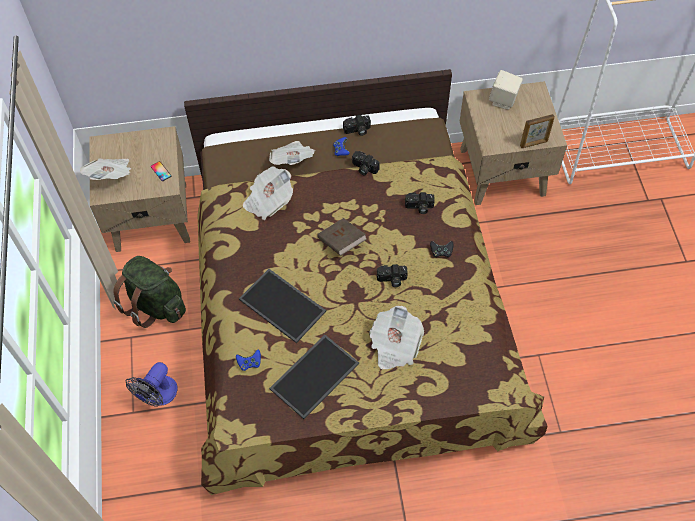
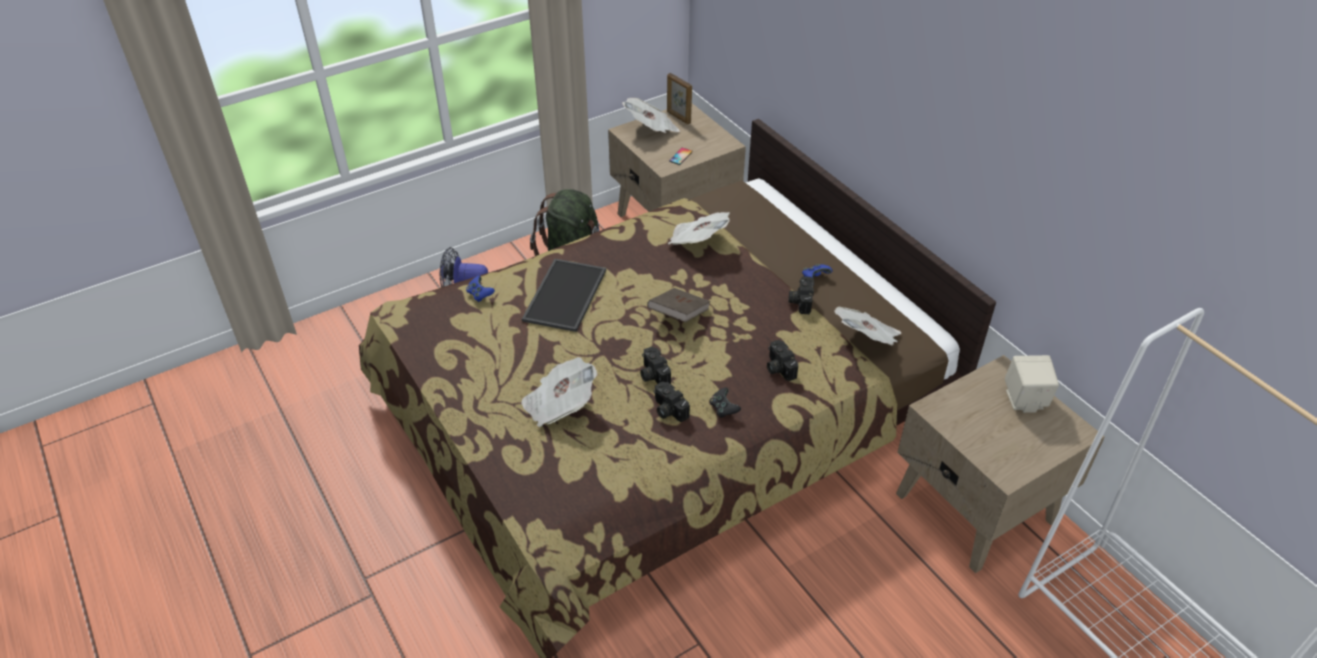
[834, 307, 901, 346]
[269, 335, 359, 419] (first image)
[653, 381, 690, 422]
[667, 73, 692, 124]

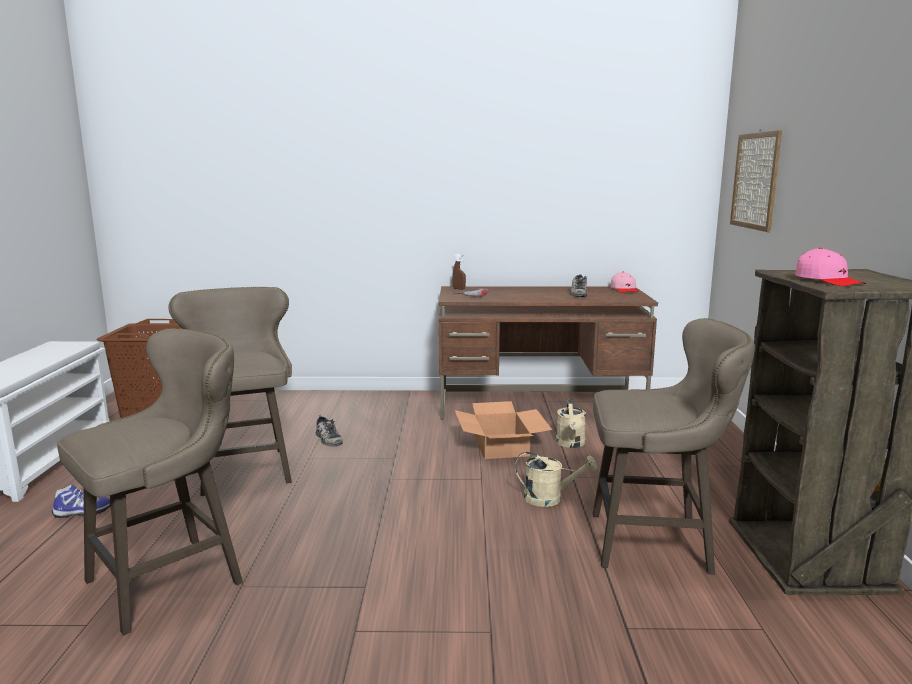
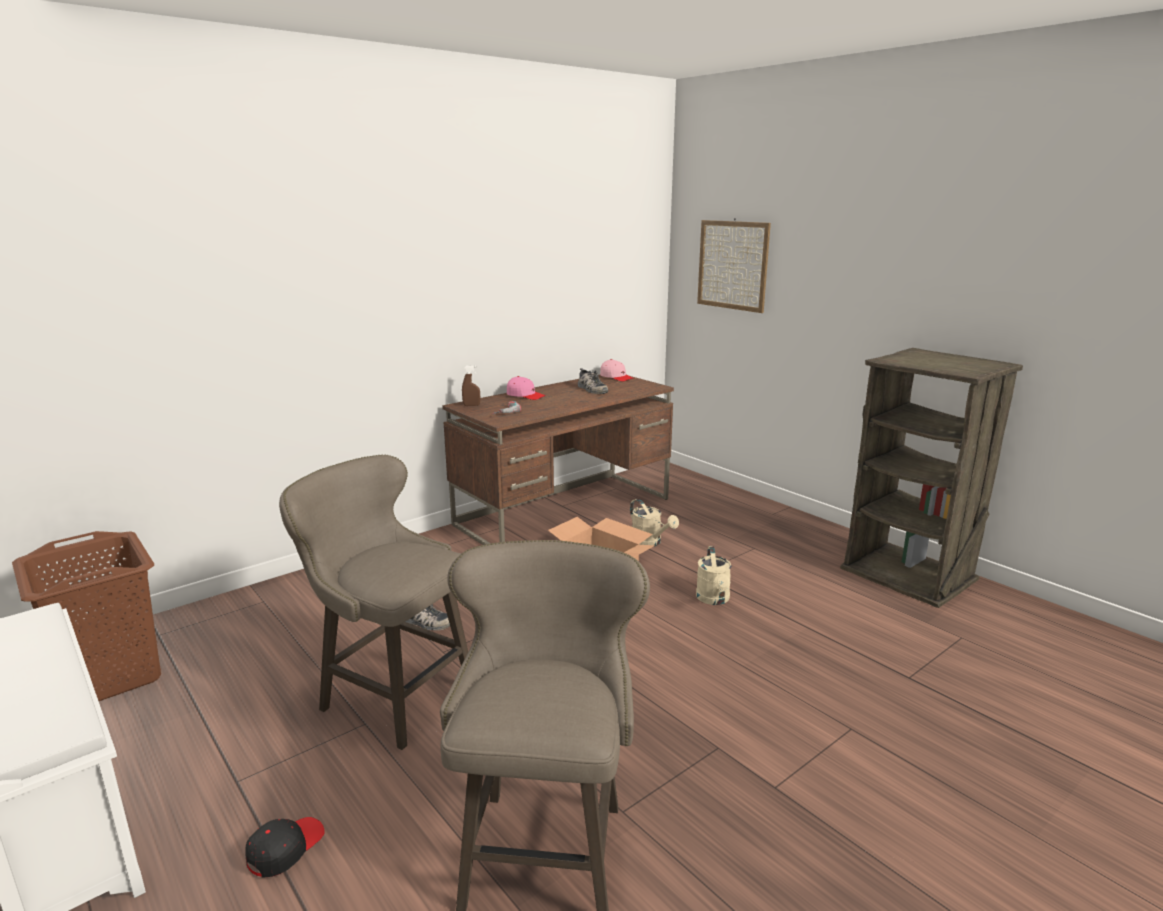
[245, 817, 325, 877]
[696, 546, 731, 605]
[593, 318, 755, 575] (first image)
[507, 376, 546, 400]

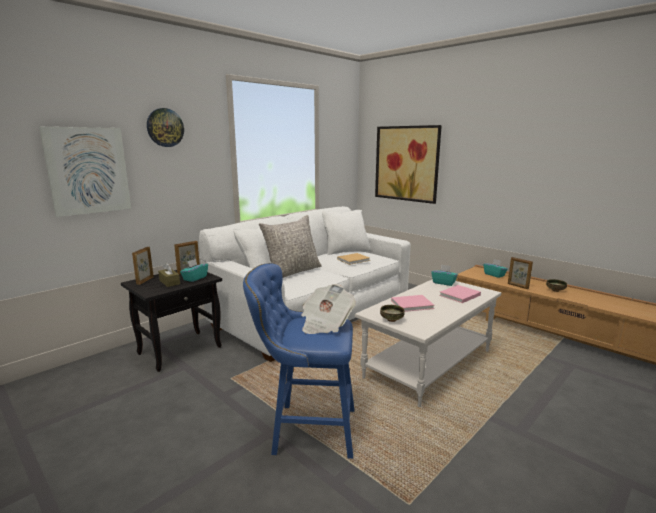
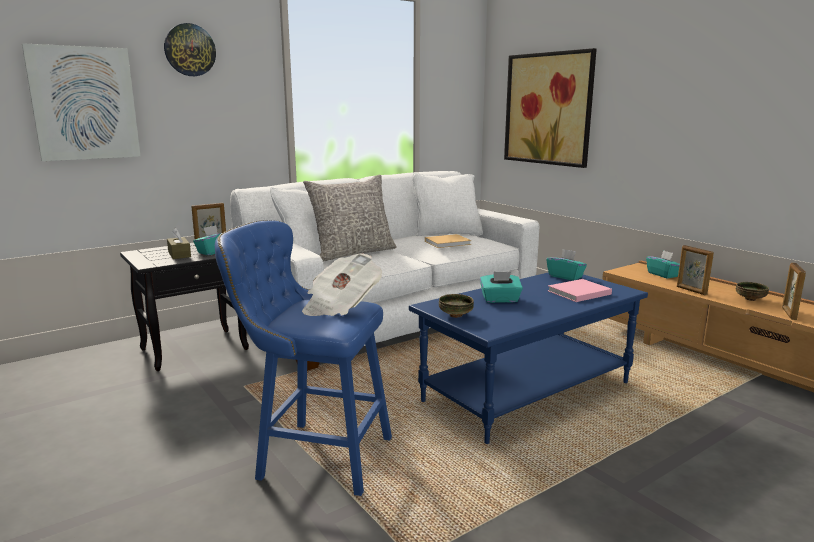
[782, 263, 806, 320]
[409, 272, 648, 444]
[480, 272, 523, 303]

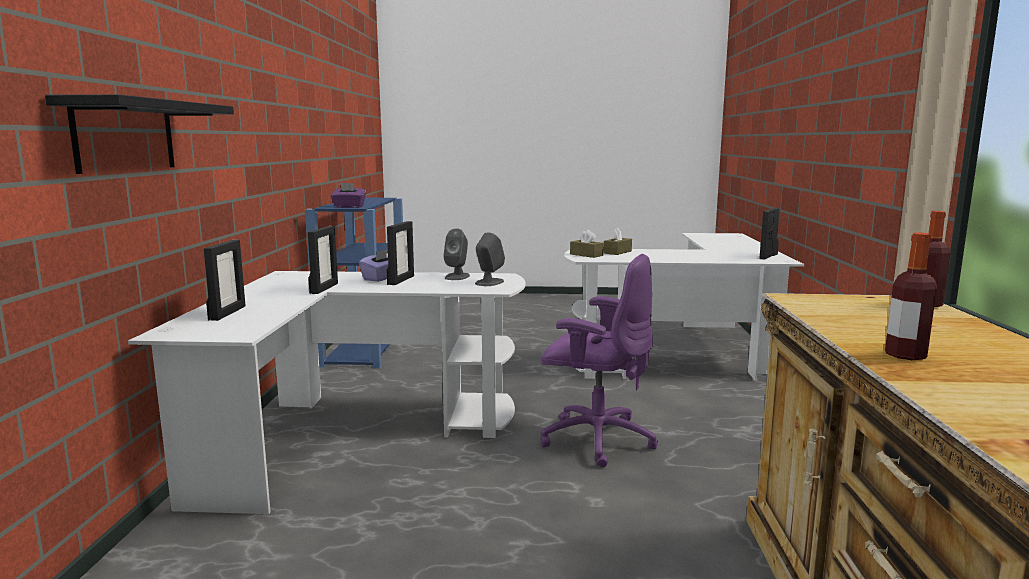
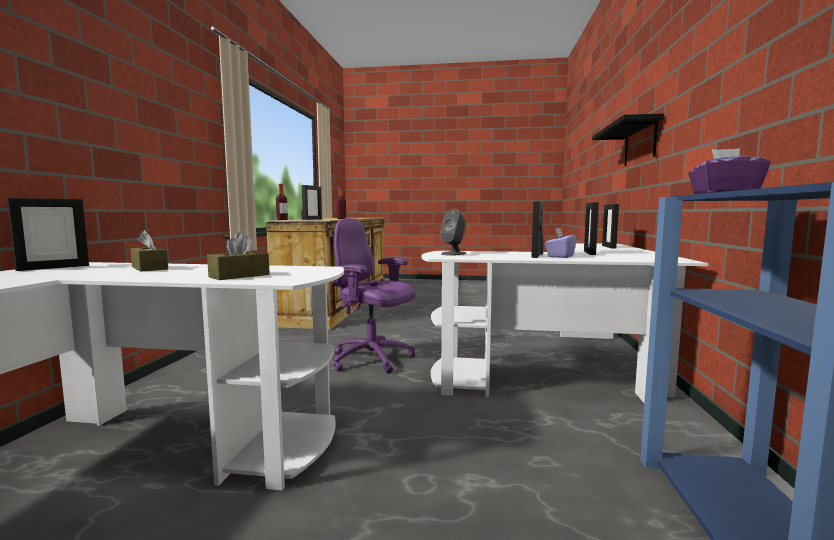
[443, 228, 470, 280] (first image)
[130, 230, 168, 272]
[301, 185, 322, 220]

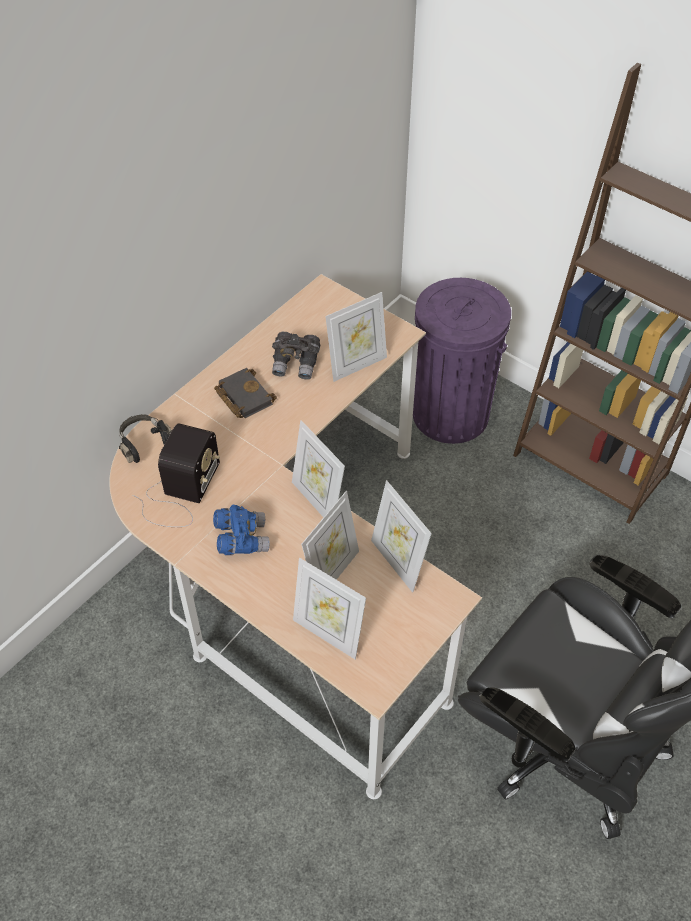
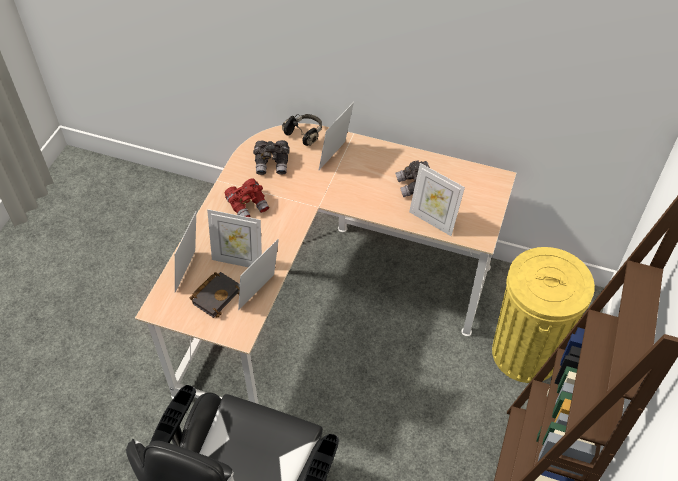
[253, 140, 289, 175]
[224, 179, 269, 217]
[190, 272, 240, 318]
[319, 102, 354, 170]
[492, 247, 595, 383]

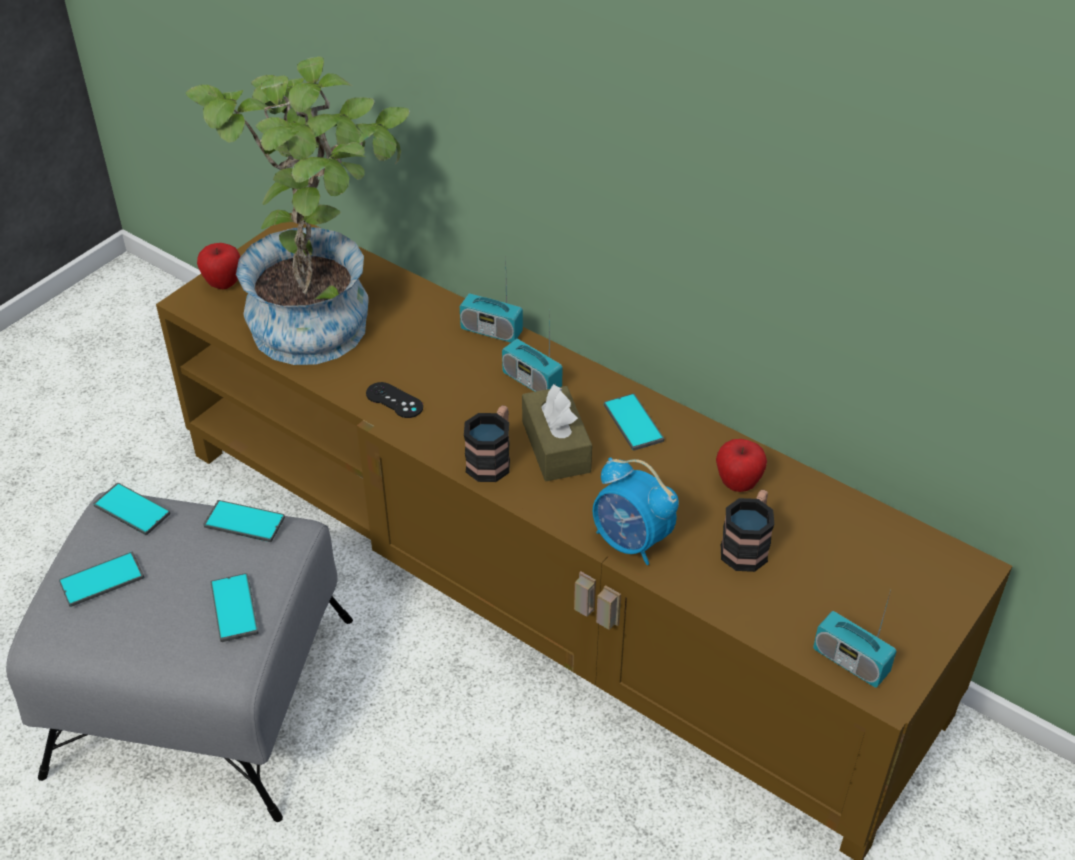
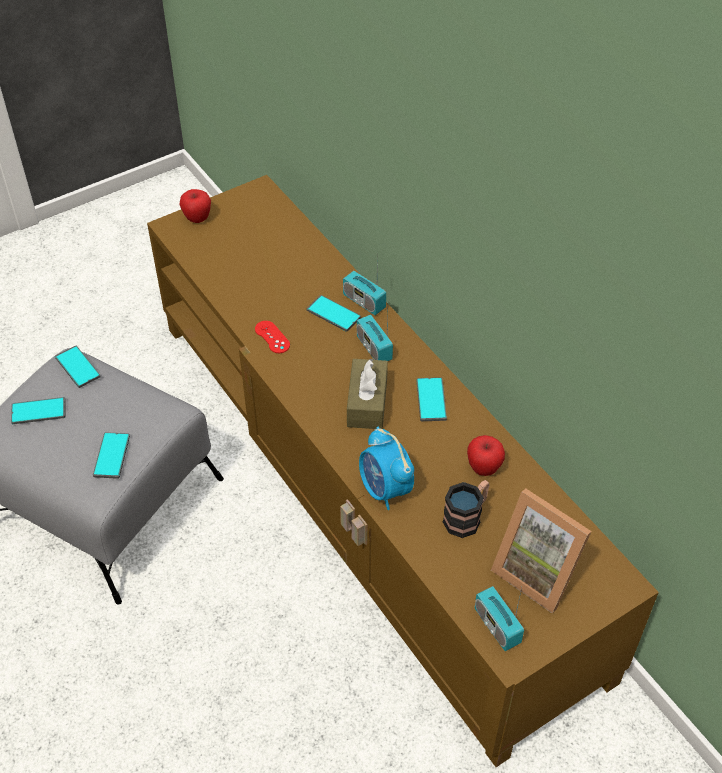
[186, 56, 410, 365] (first image)
[307, 295, 361, 332]
[255, 321, 290, 353]
[464, 405, 510, 482] (first image)
[491, 489, 592, 613]

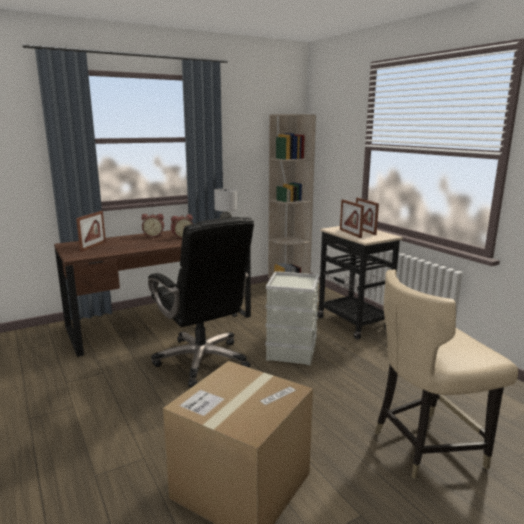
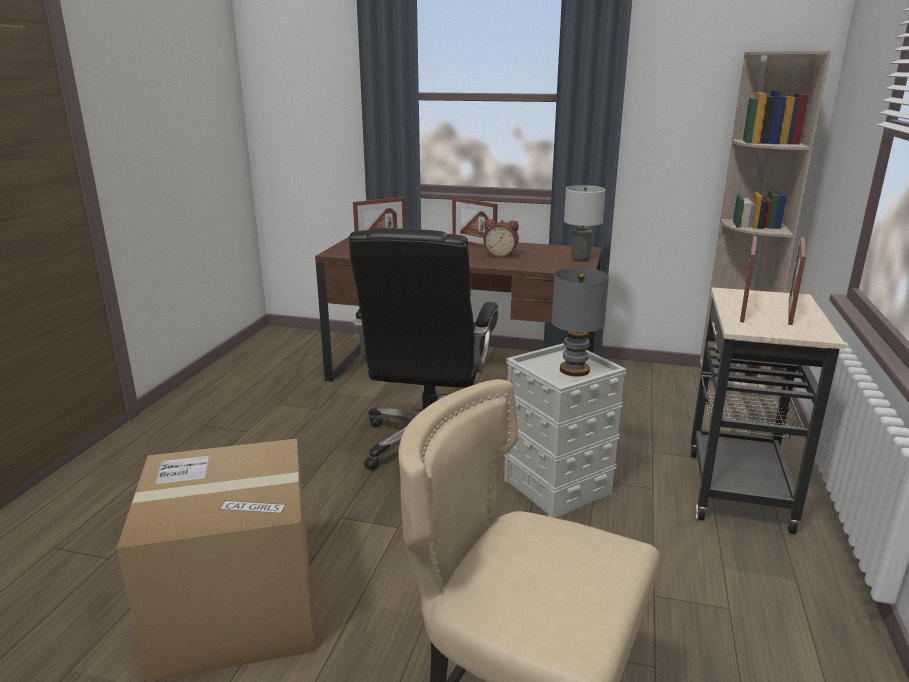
[452, 197, 498, 248]
[552, 268, 609, 377]

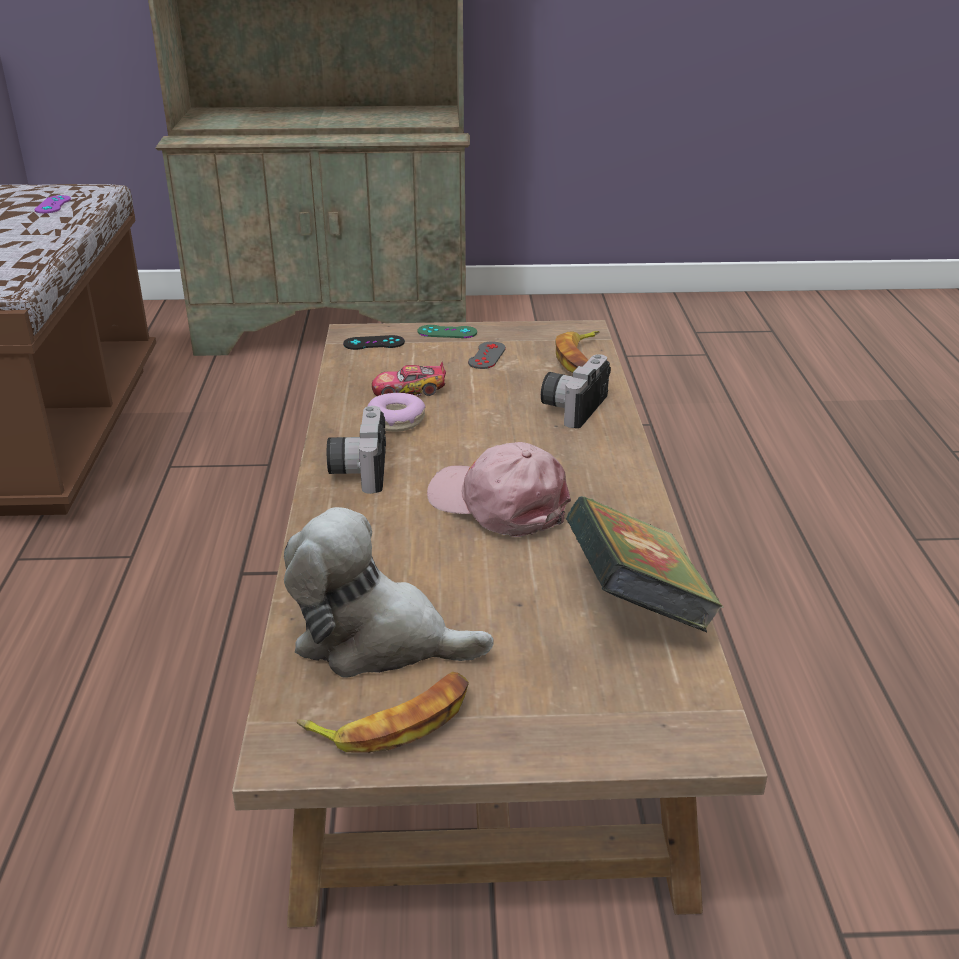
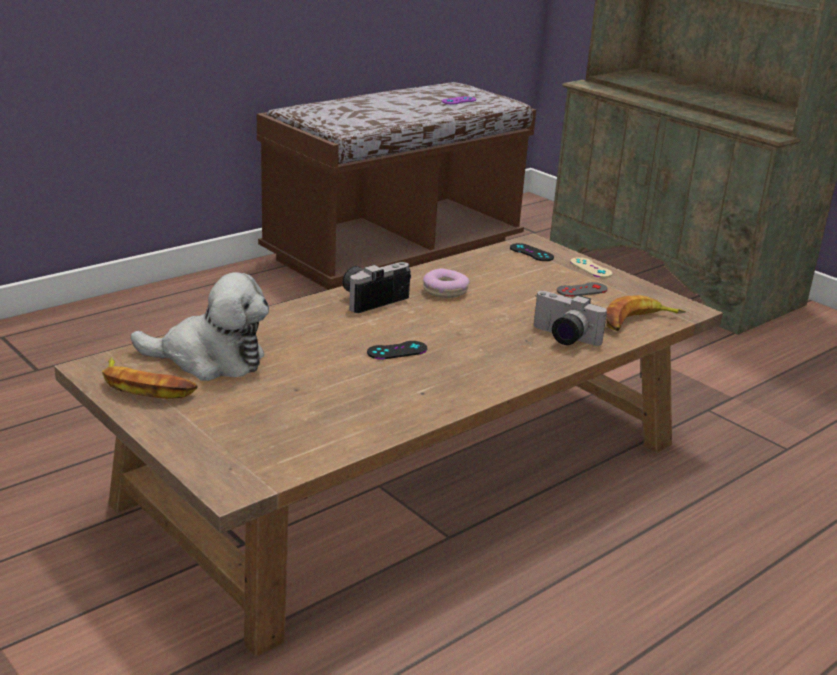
[131, 272, 269, 381]
[372, 362, 446, 397] (first image)
[570, 257, 612, 278]
[367, 341, 427, 360]
[534, 291, 607, 346]
[566, 496, 724, 632] (first image)

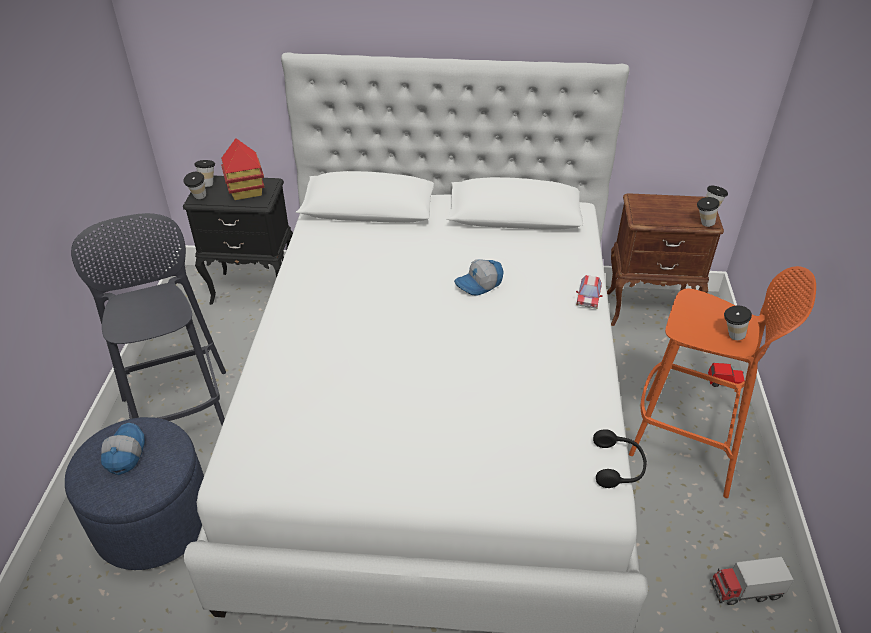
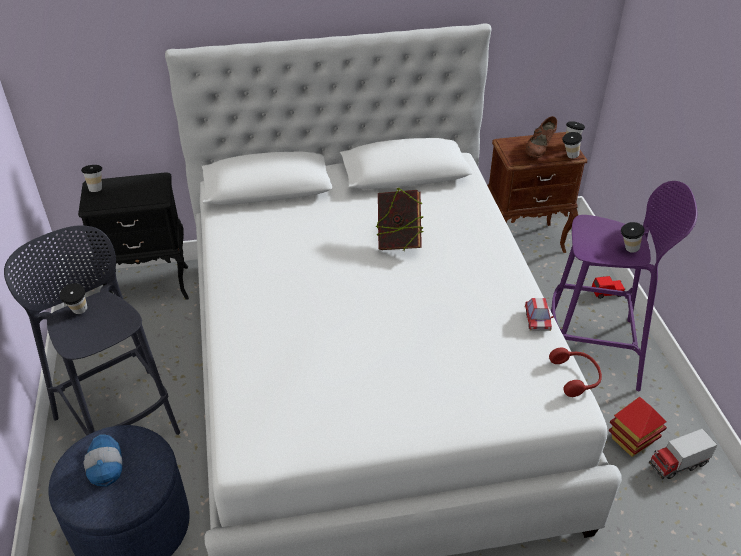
[60, 283, 87, 314]
[609, 397, 667, 457]
[376, 188, 424, 251]
[525, 298, 554, 331]
[549, 347, 602, 397]
[551, 181, 697, 391]
[526, 116, 557, 158]

